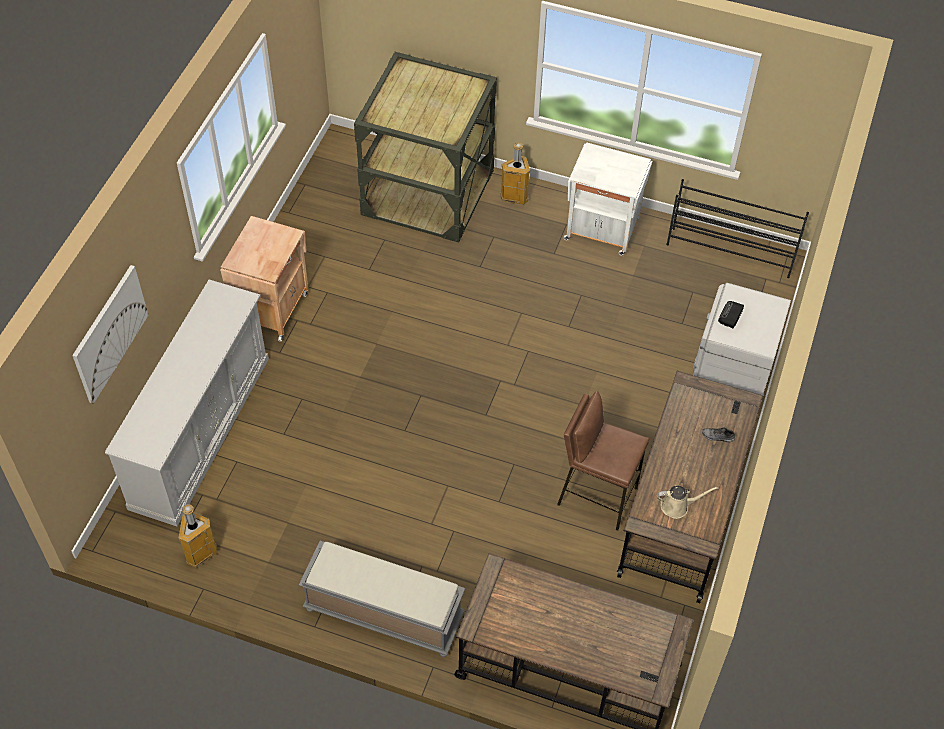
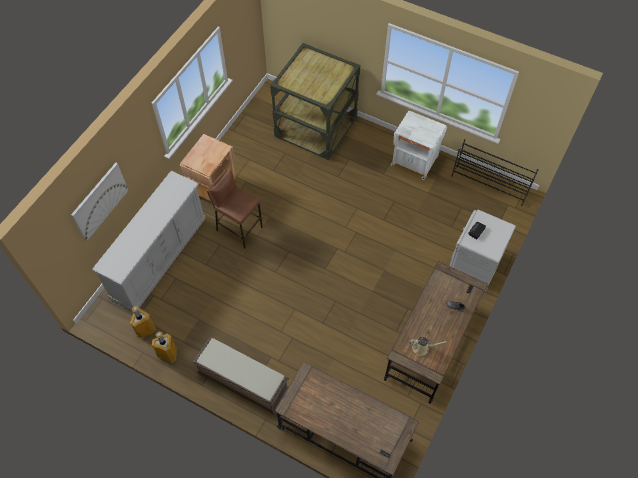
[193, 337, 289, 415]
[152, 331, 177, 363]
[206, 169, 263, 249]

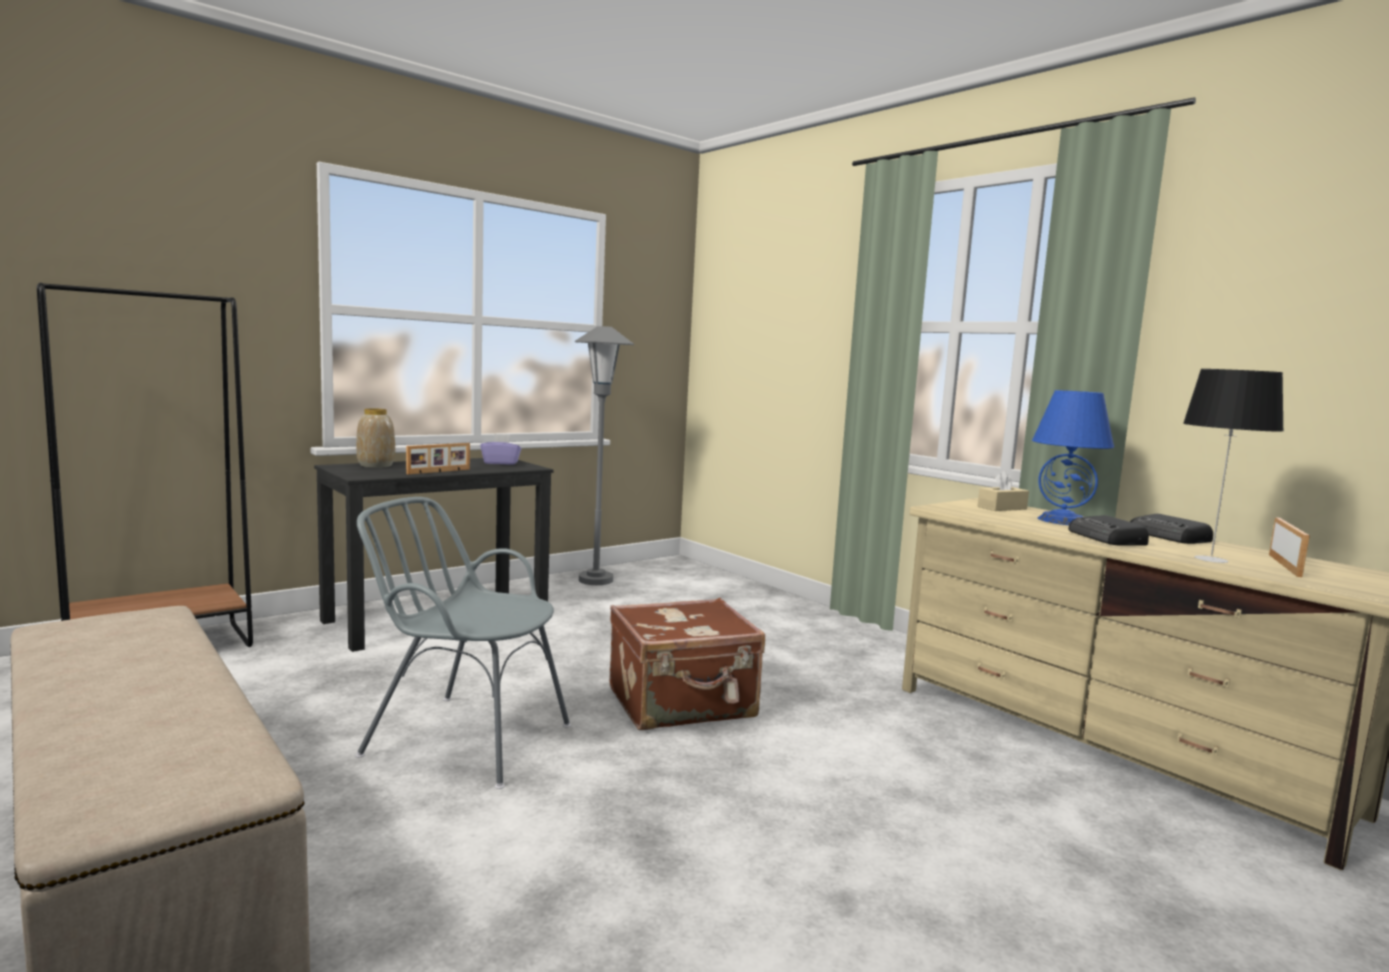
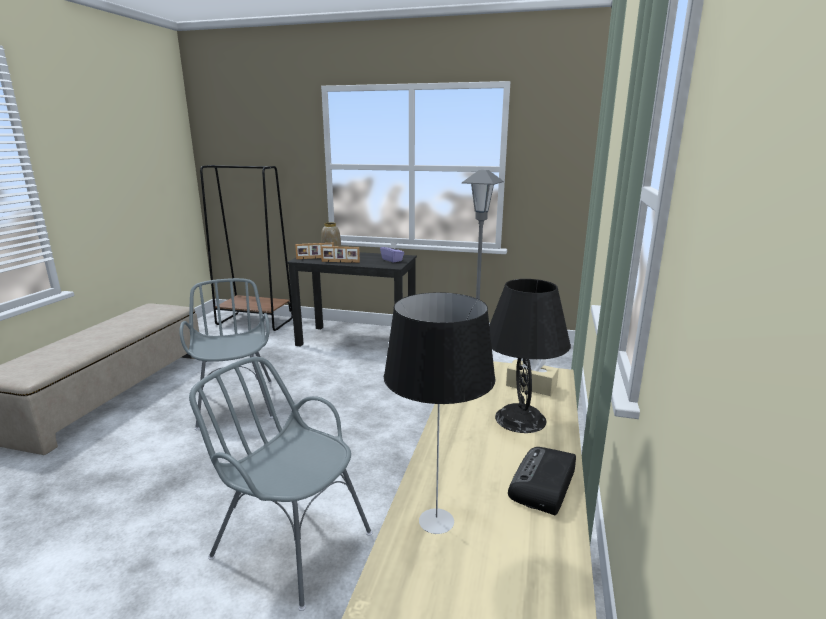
[610, 598, 765, 730] (first image)
[489, 279, 571, 433]
[1068, 515, 1149, 546] (first image)
[295, 243, 334, 259]
[189, 357, 372, 611]

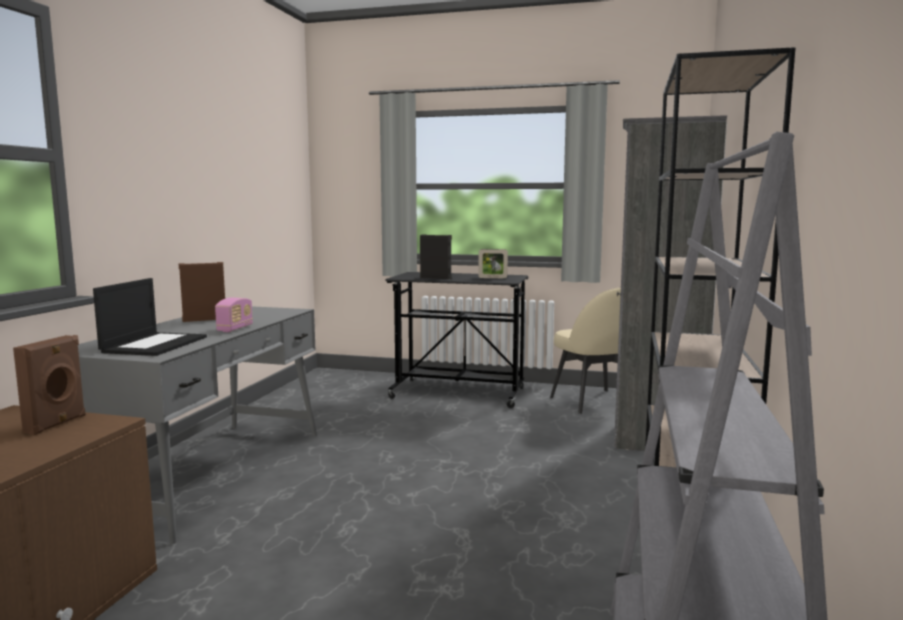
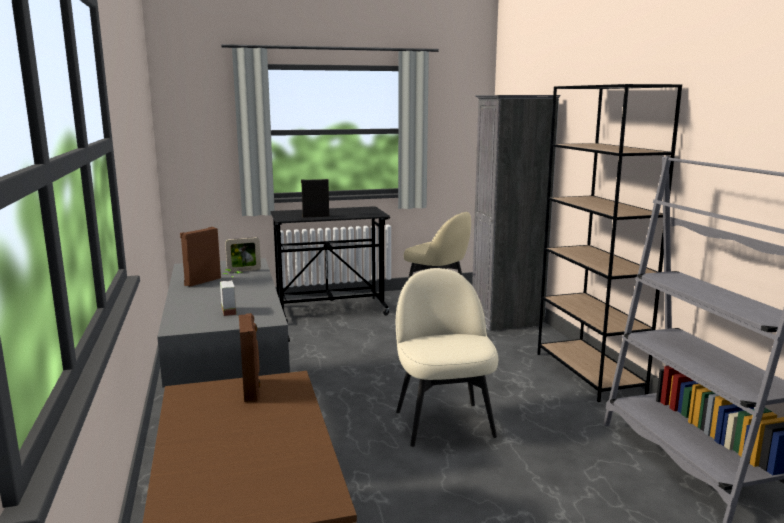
[220, 269, 241, 316]
[215, 298, 253, 332] (first image)
[225, 237, 261, 273]
[396, 268, 498, 447]

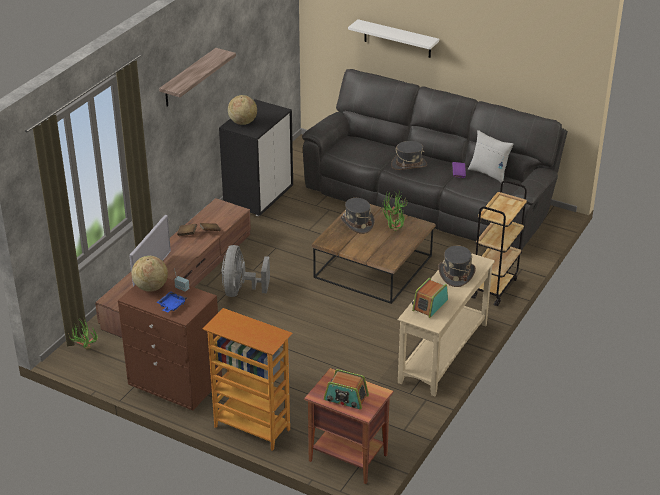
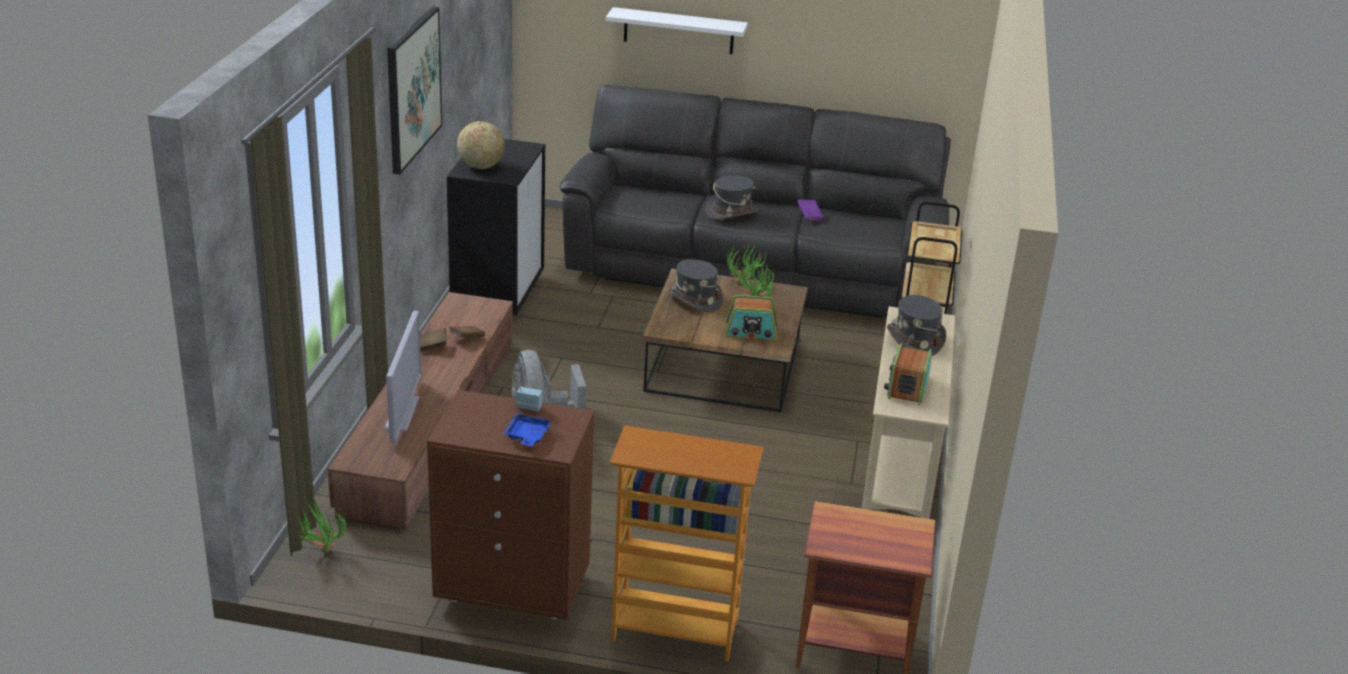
[132, 256, 168, 292] (first image)
[387, 6, 442, 175]
[725, 295, 777, 340]
[468, 130, 513, 183] (first image)

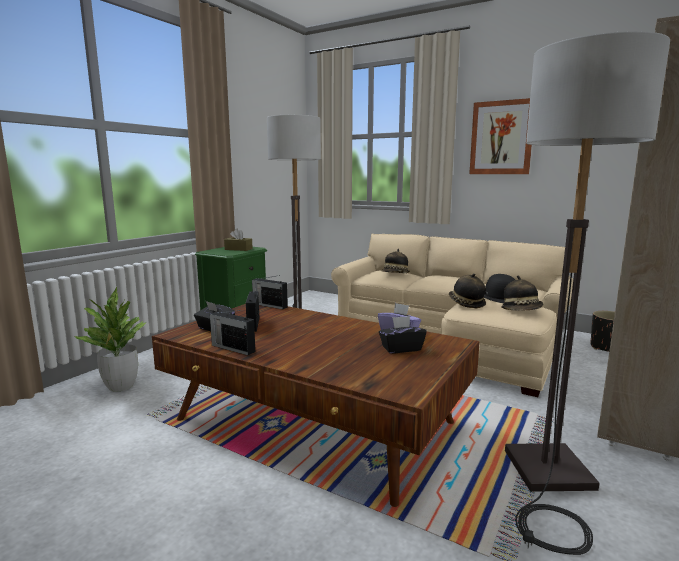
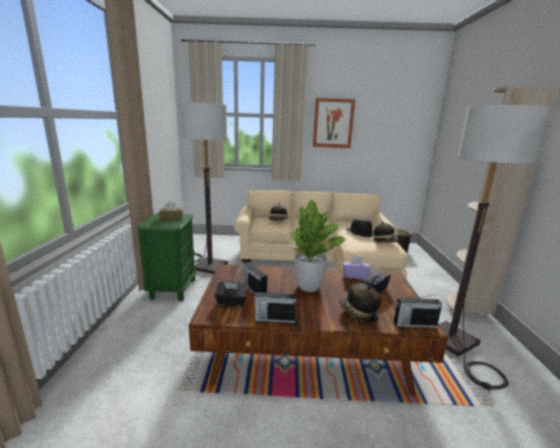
[289, 200, 346, 292]
[394, 295, 442, 328]
[339, 283, 381, 323]

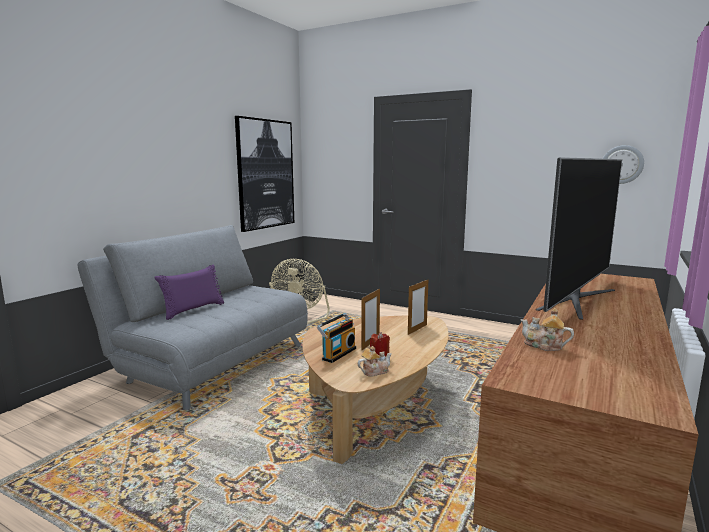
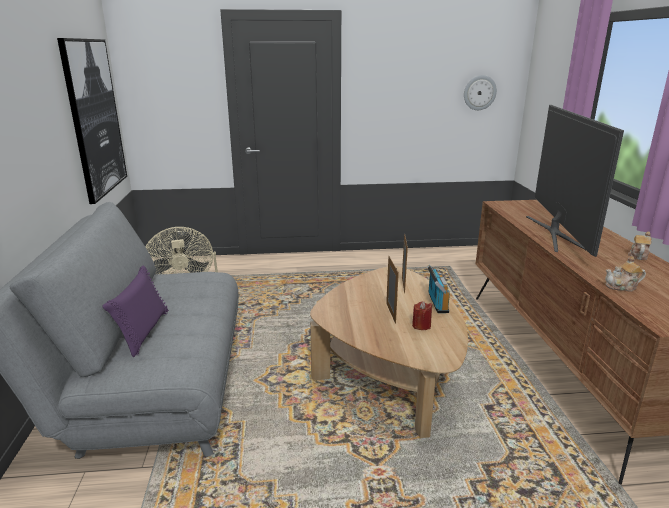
[427, 265, 450, 313]
[628, 231, 652, 260]

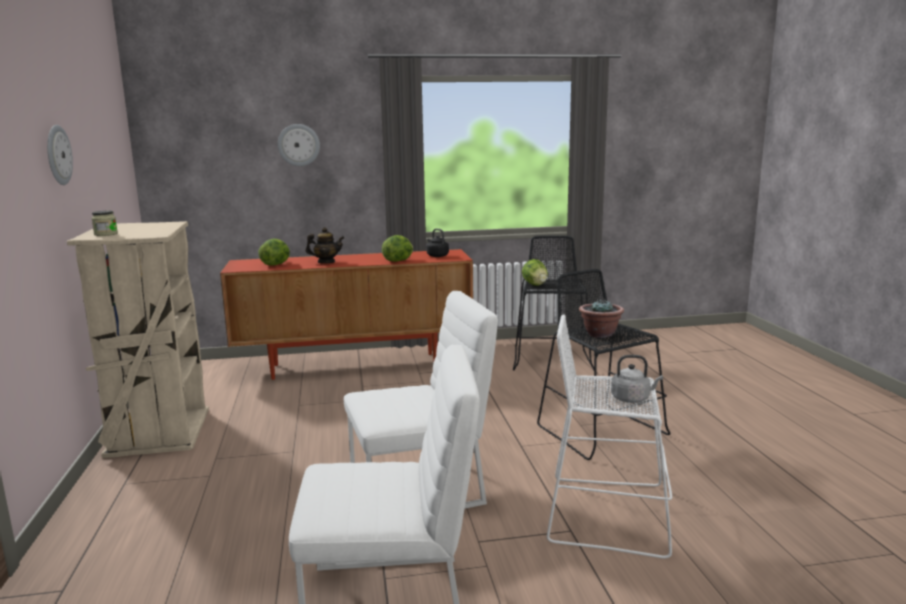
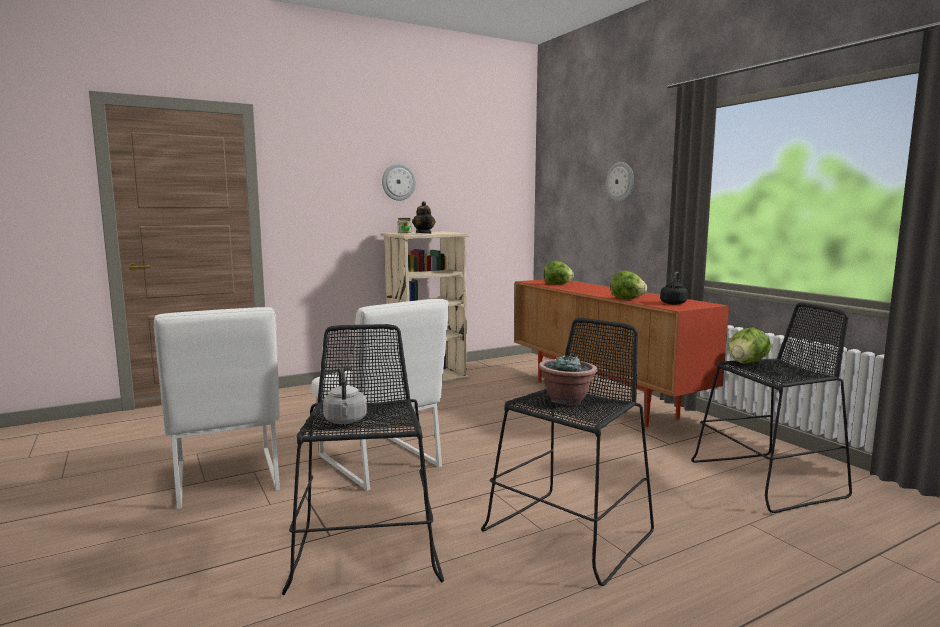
[412, 201, 435, 234]
[282, 324, 444, 595]

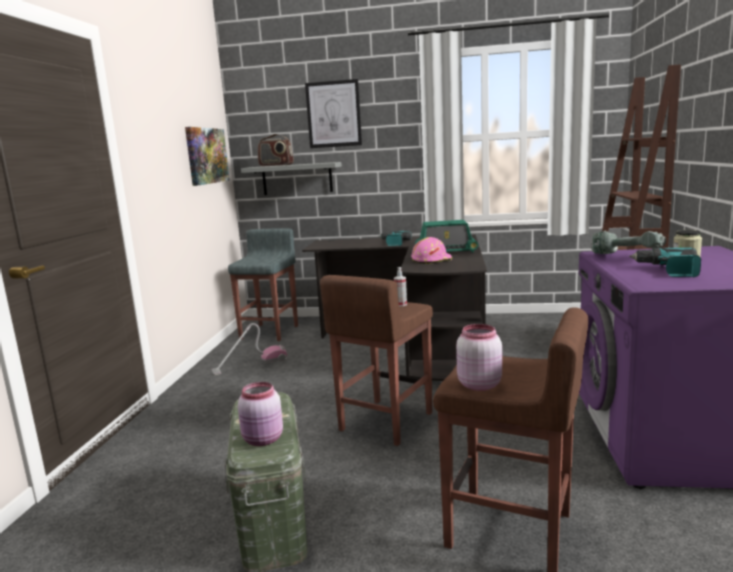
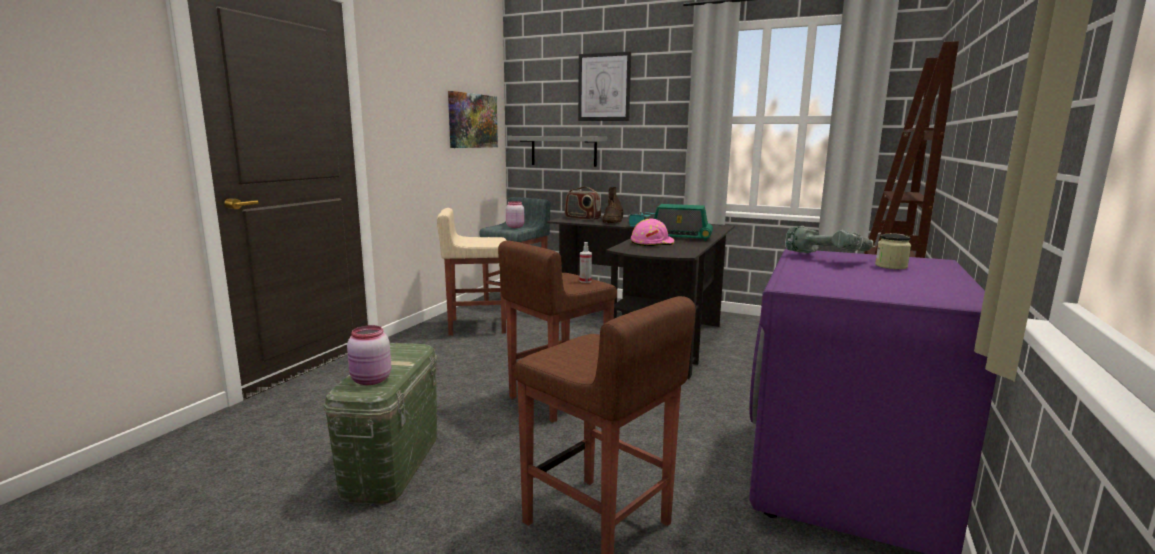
[437, 208, 507, 336]
[565, 186, 601, 220]
[506, 201, 524, 228]
[629, 247, 701, 277] (first image)
[602, 187, 624, 223]

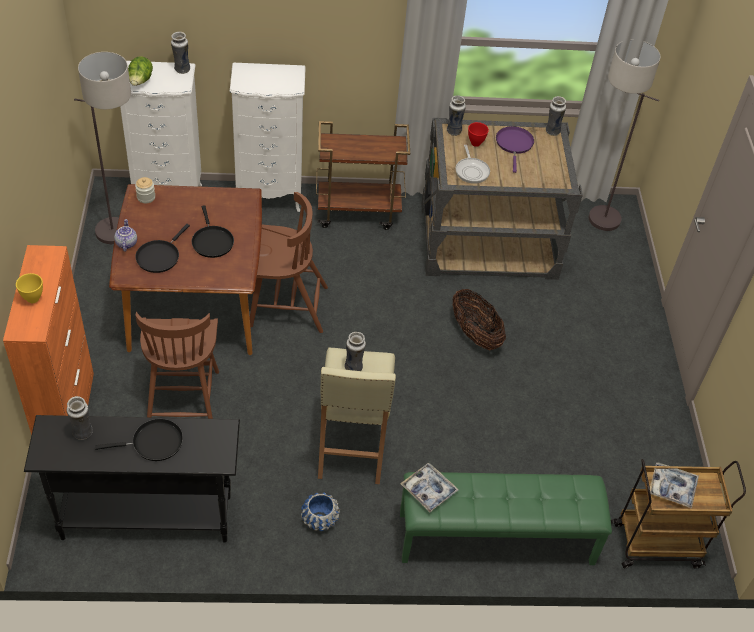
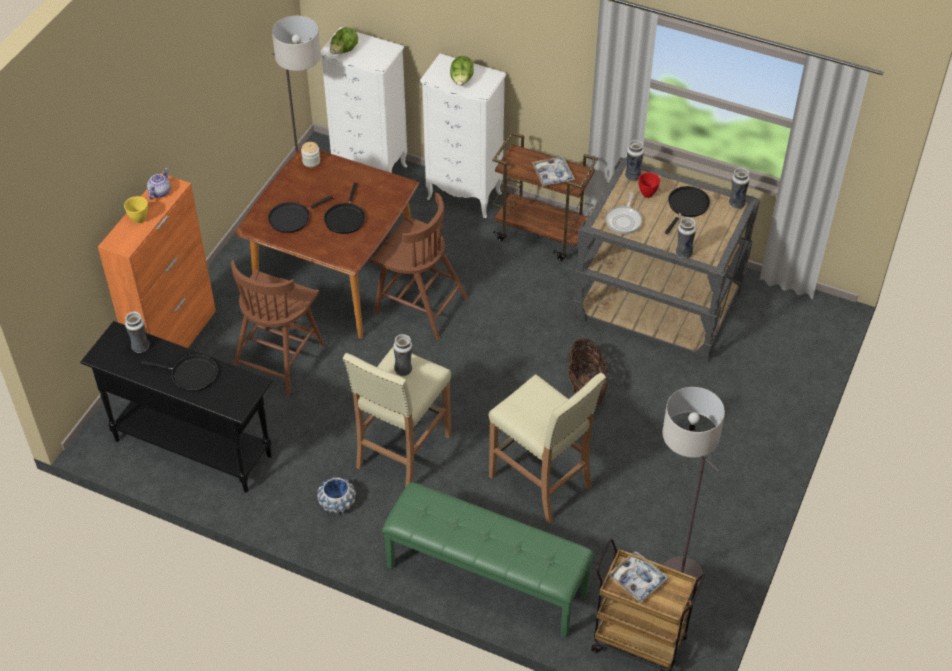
[147, 168, 171, 199]
[676, 217, 696, 259]
[532, 156, 575, 186]
[665, 186, 710, 234]
[663, 387, 725, 593]
[450, 56, 474, 86]
[489, 373, 606, 524]

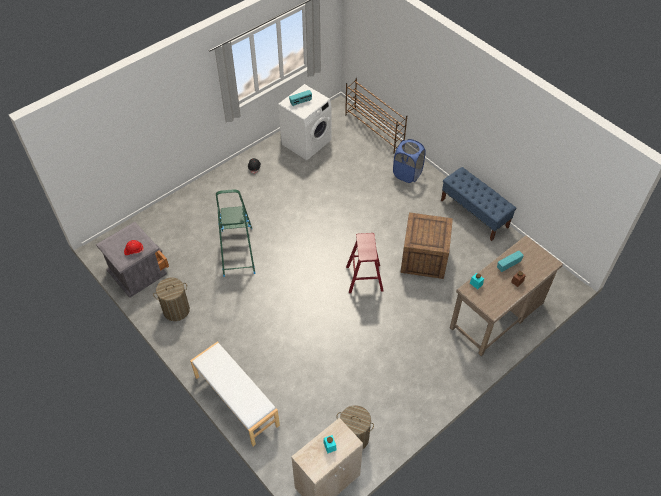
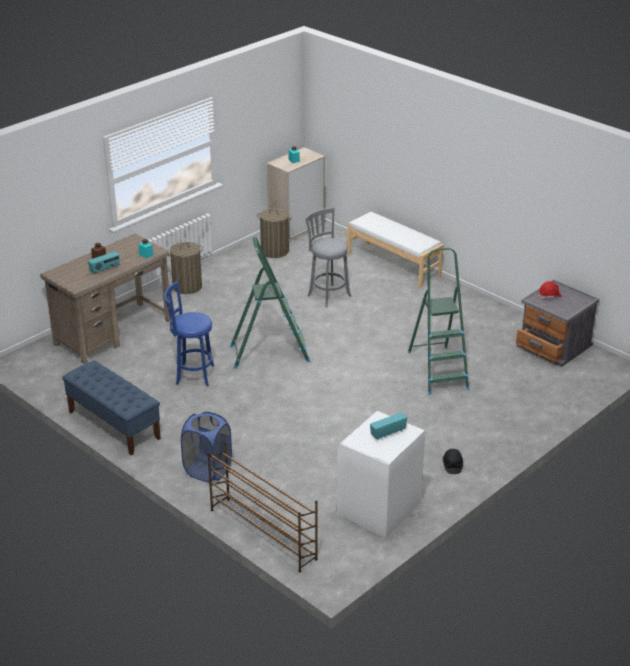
[169, 242, 203, 294]
[230, 236, 310, 368]
[164, 281, 214, 387]
[305, 207, 351, 307]

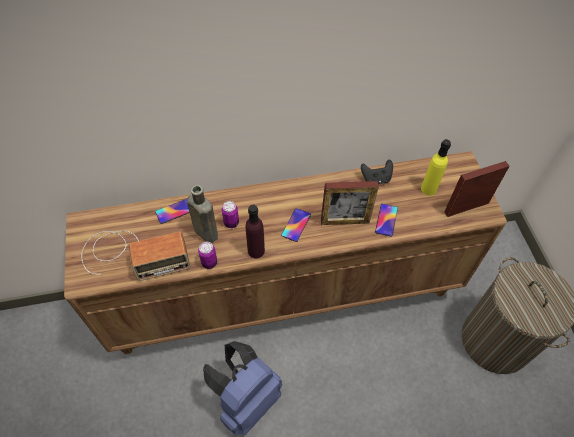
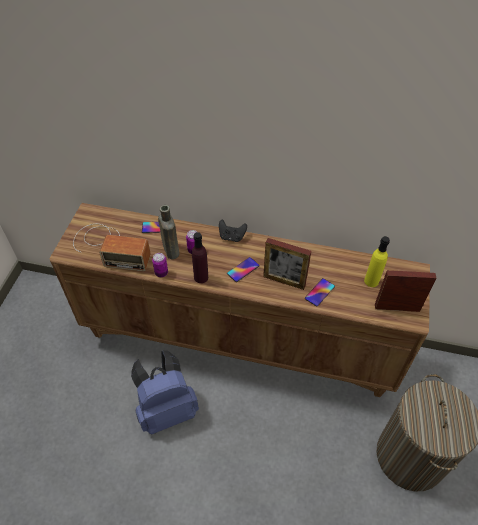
[219, 219, 247, 242]

